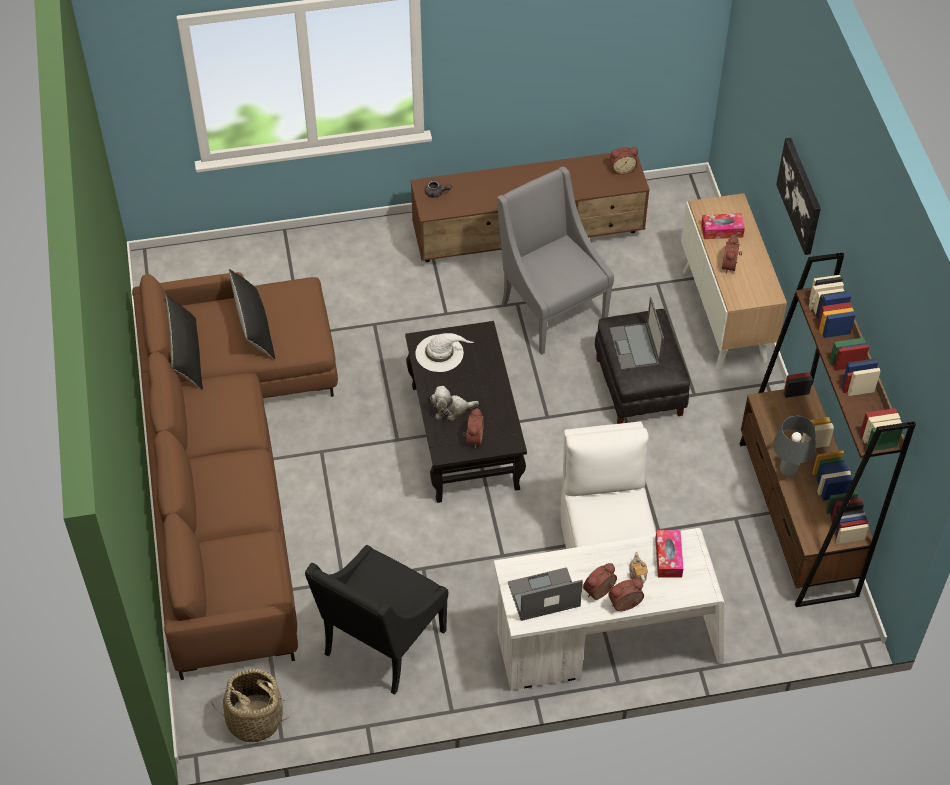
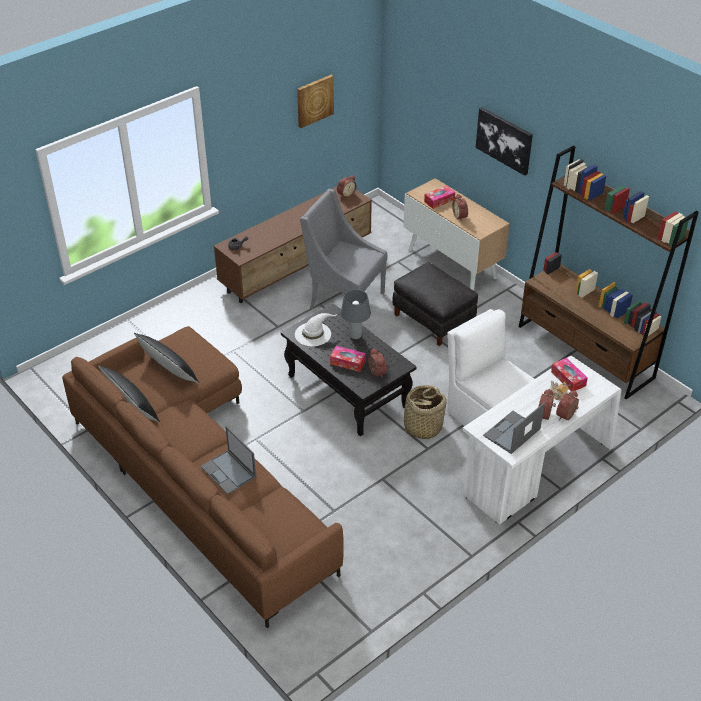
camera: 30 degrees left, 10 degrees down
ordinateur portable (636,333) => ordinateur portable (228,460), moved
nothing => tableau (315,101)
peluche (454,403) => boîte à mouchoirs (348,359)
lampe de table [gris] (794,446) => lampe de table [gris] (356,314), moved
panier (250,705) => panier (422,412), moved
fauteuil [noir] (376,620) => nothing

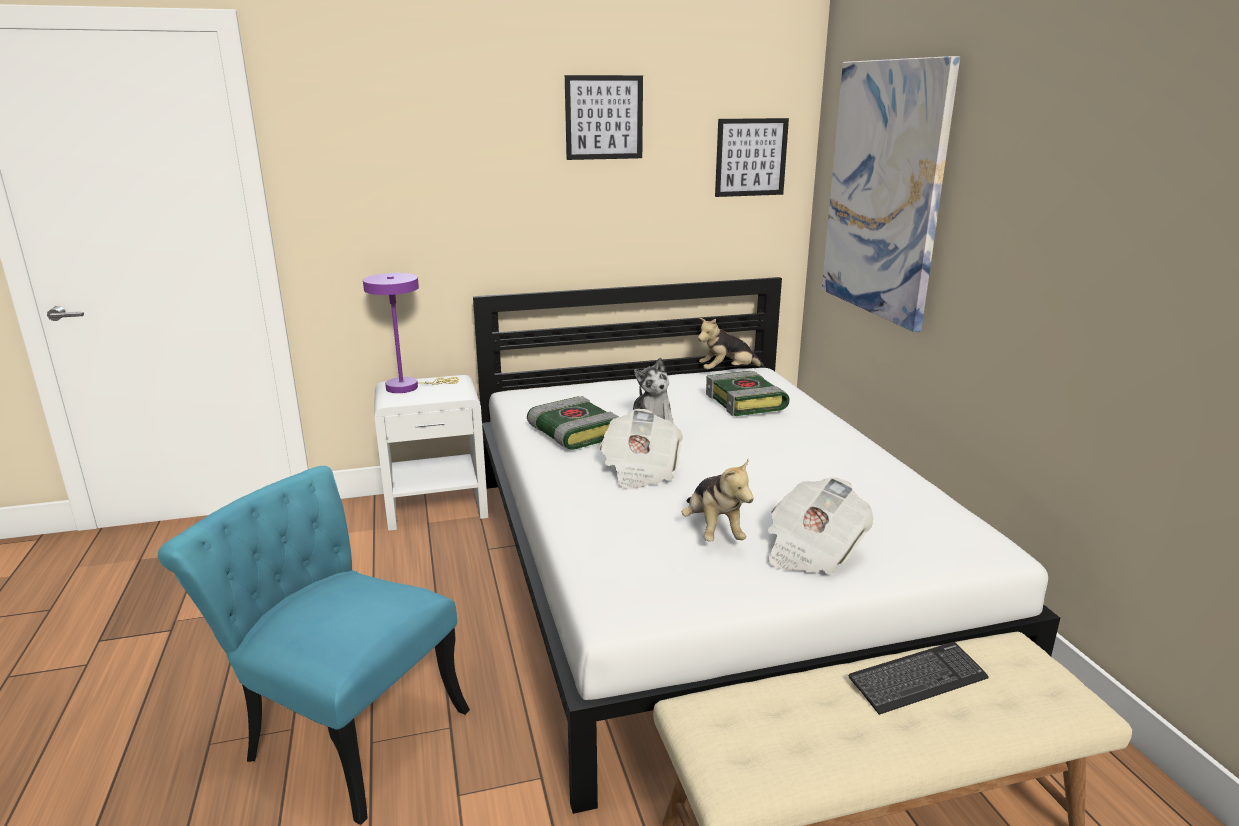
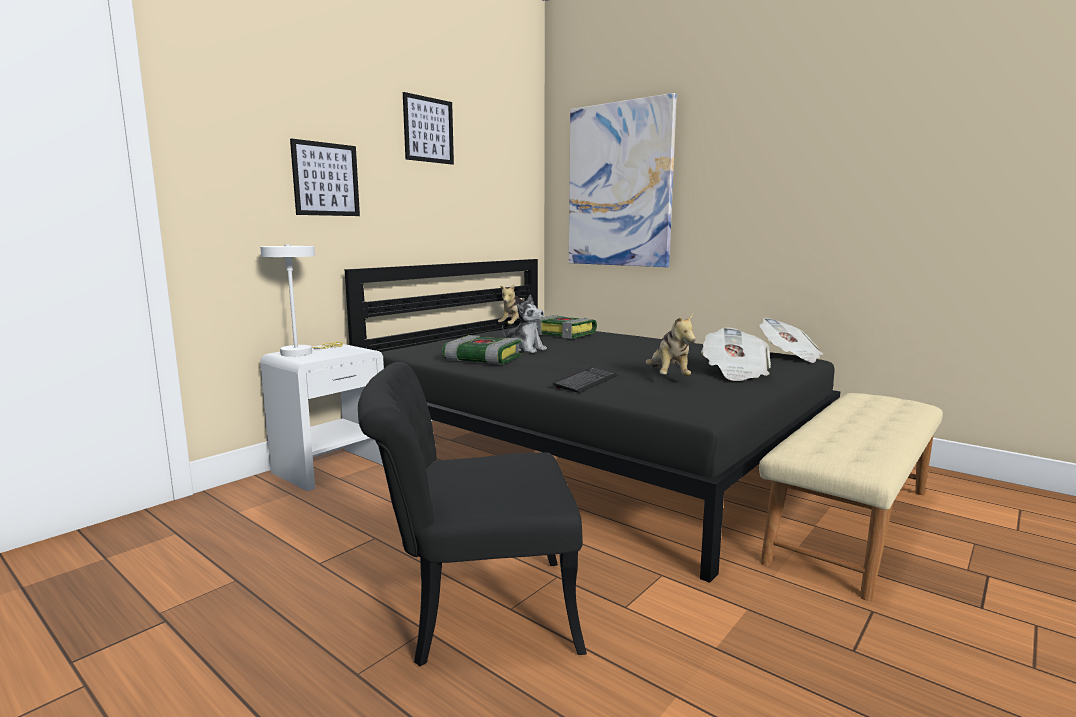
camera: 35 degrees left, 10 degrees down
lampe de table [violet] (411,333) => lampe de table [blanc] (301,300)
tableau (752,157) => tableau (325,177), moved
lit [blanc] (766,545) => lit [noir] (593,421)
chaise [turquoise] (314,645) => chaise [noir] (472,514)
clavier (919,678) => clavier (585,380), moved
peluche (718,500) => peluche (671,345), 45 degrees clockwise
journal (641,449) => journal (791,340), moved

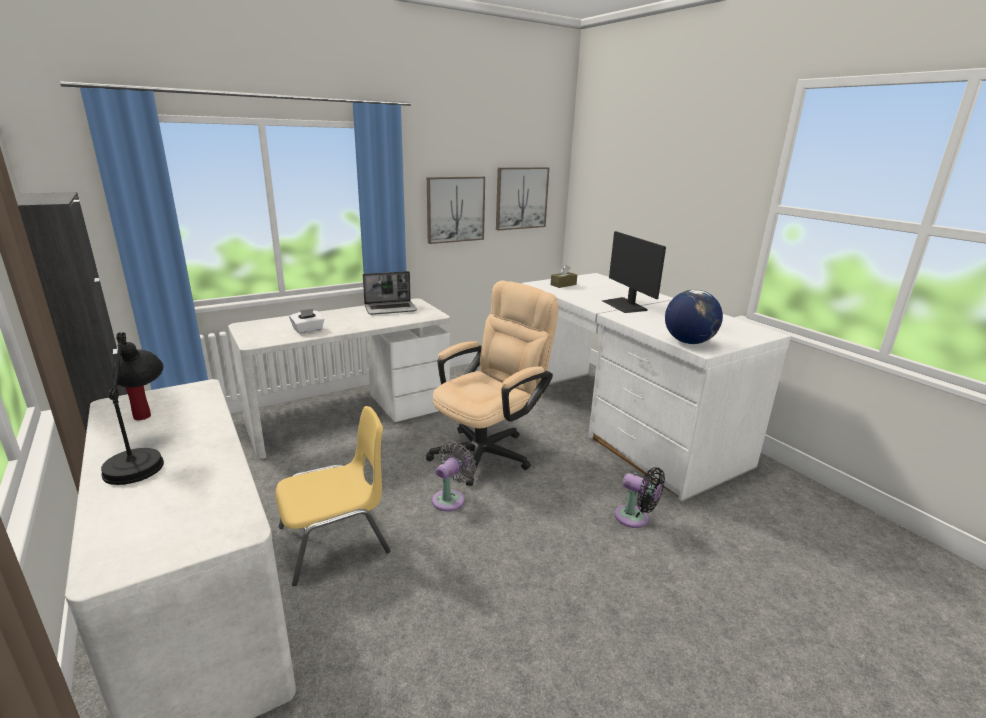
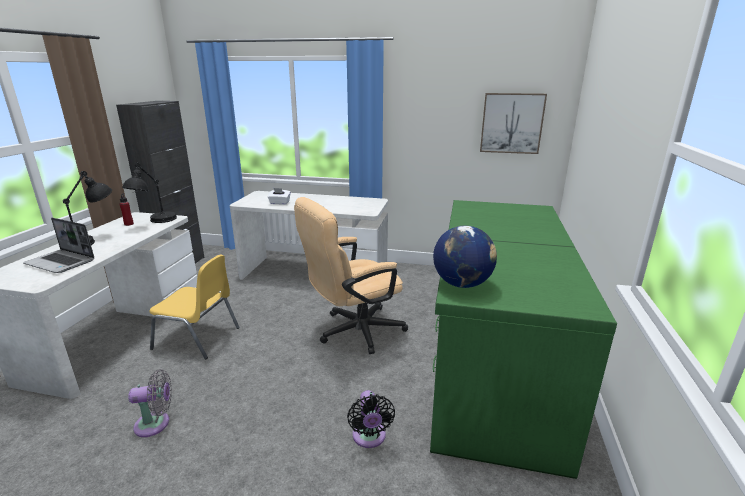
camera: 45 degrees right, 0 degrees up
ordinateur portable (390,293) => ordinateur portable (58,245), moved
nothing => lampe de table [noir] (149,193)
ventilateur [gris] (454,476) => ventilateur [gris] (150,403), moved
chaise de bureau [beige] (492,383) => chaise de bureau [beige] (351,275), 150 degrees clockwise
bureau [blanc] (656,387) => bureau [vert] (523,339)
tableau (456,210) => nothing
boîte à mouchoirs [marron] (564,276) => nothing
écran d'ordinateur (634,272) => nothing

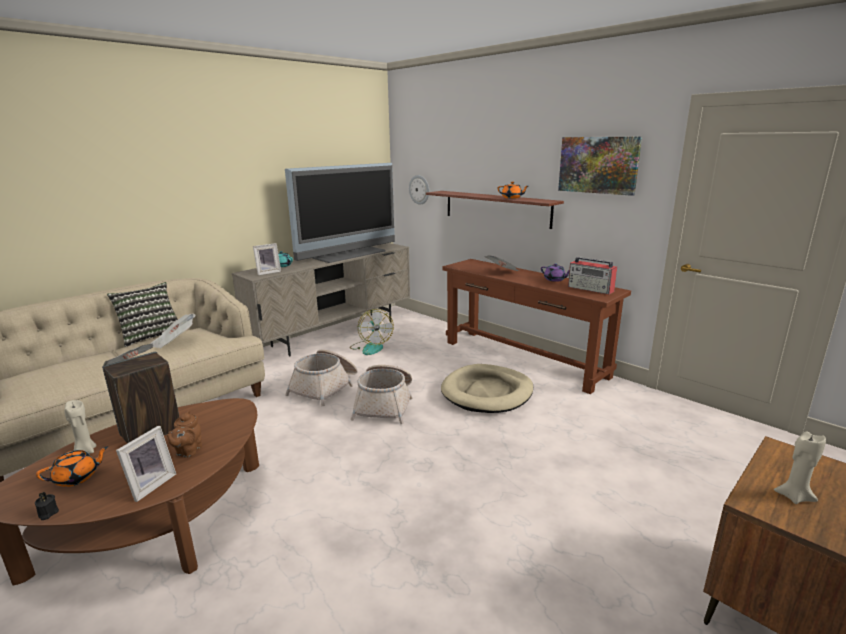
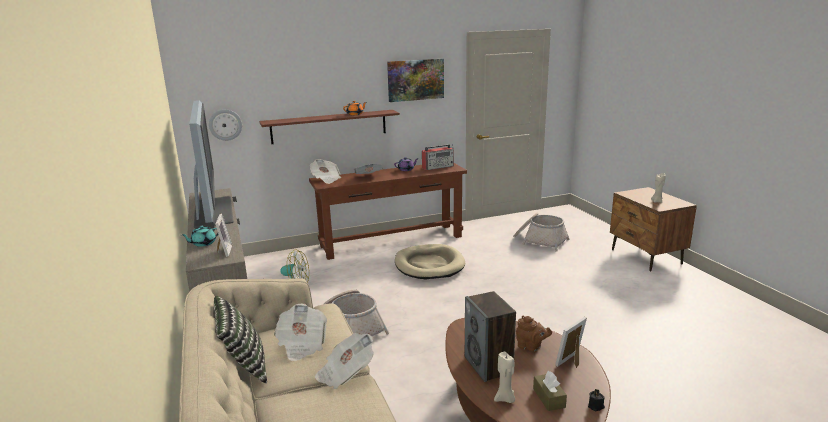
camera: 65 degrees left, 0 degrees up
nothing => journal (325,171)
panier (381,394) => panier (541,232), moved
théière [orange] (72,466) => boîte à mouchoirs [marron] (550,391)
cadre photo (146,464) => cadre photo (571,342), 90 degrees counterclockwise

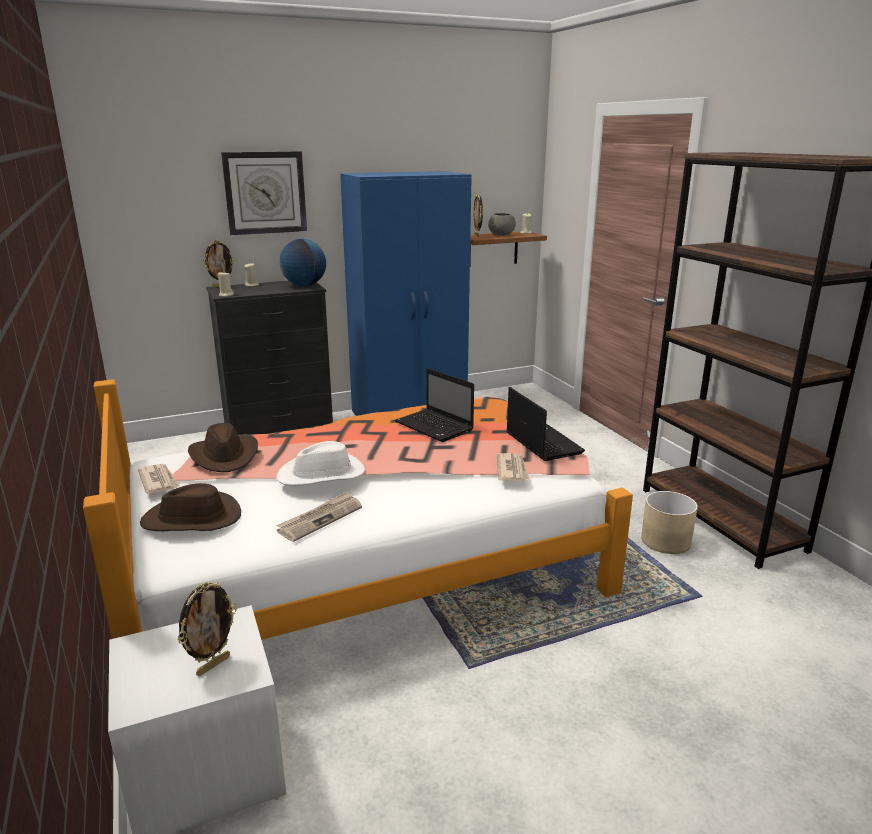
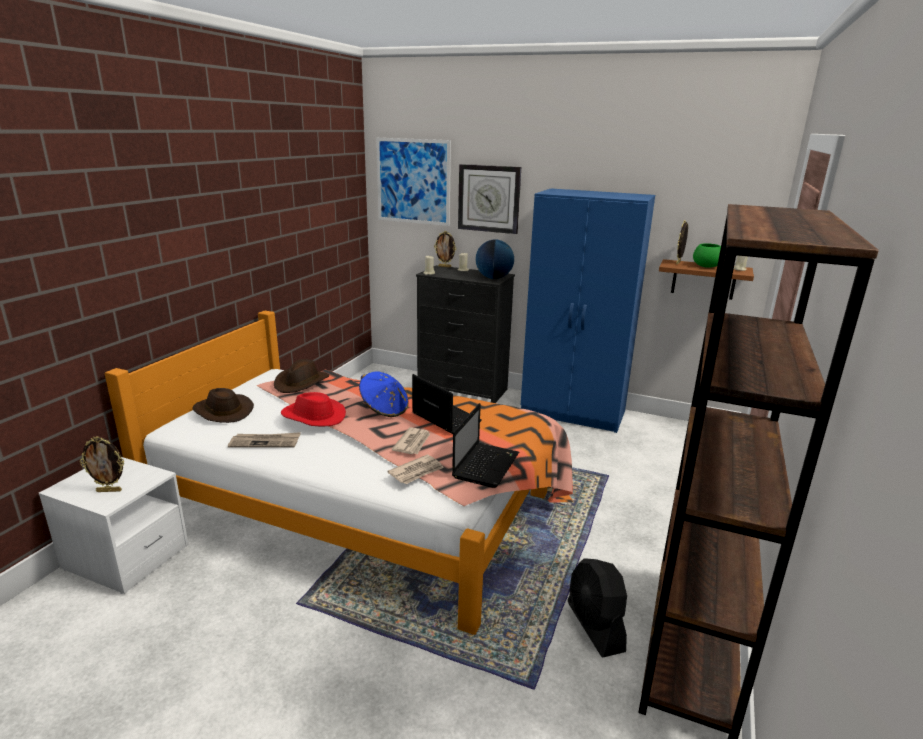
camera: 45 degrees right, 0 degrees up
chapeau [blanc] (320,463) => chapeau [rouge] (313,409)
nothing => chapeau [bleu] (384,394)
nothing => tableau (413,182)
journal (159,479) => journal (411,440), moved
ordinateur portable (434,405) => ordinateur portable (447,404), 135 degrees clockwise
cache-pot [beige] (669,522) => ventilateur [noir] (597,607)
bol [gris] (502,224) => bol [vert] (707,255)

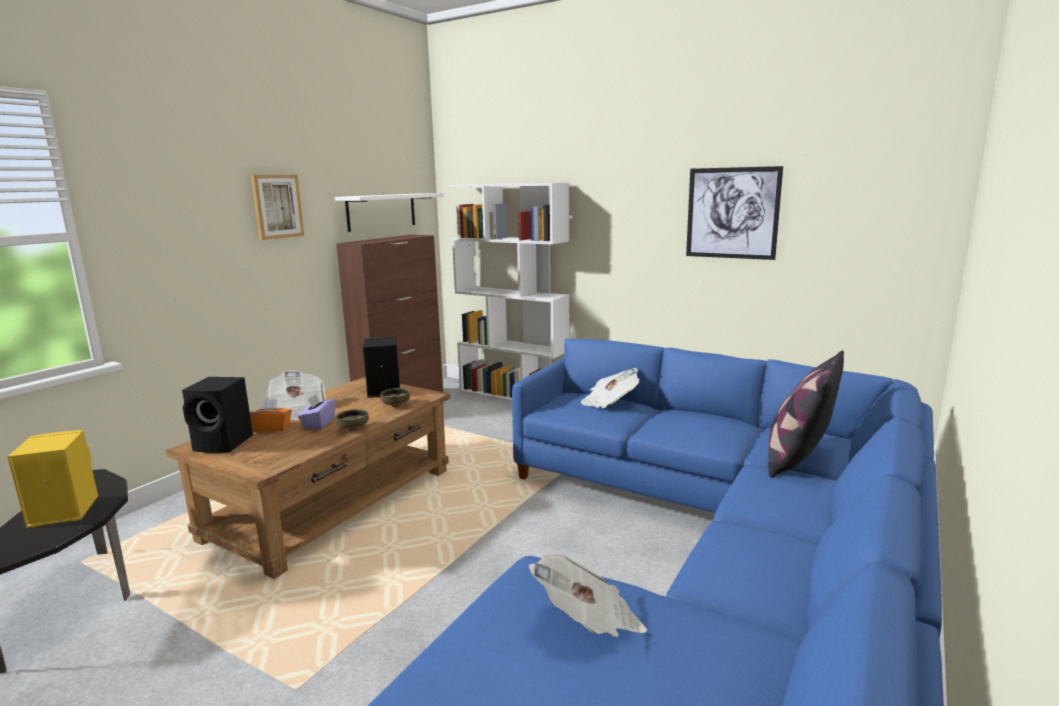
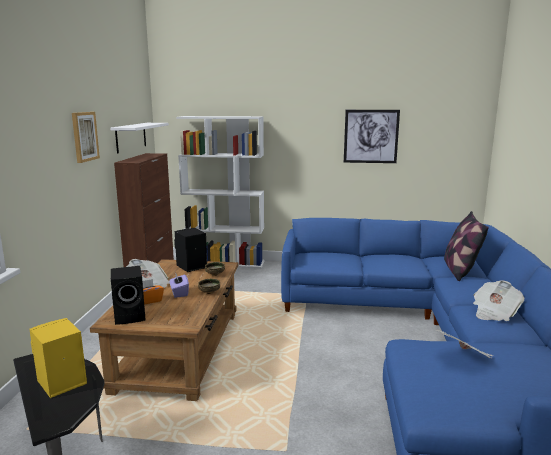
camera: 25 degrees left, 0 degrees up
journal (610,388) => journal (498,300), moved

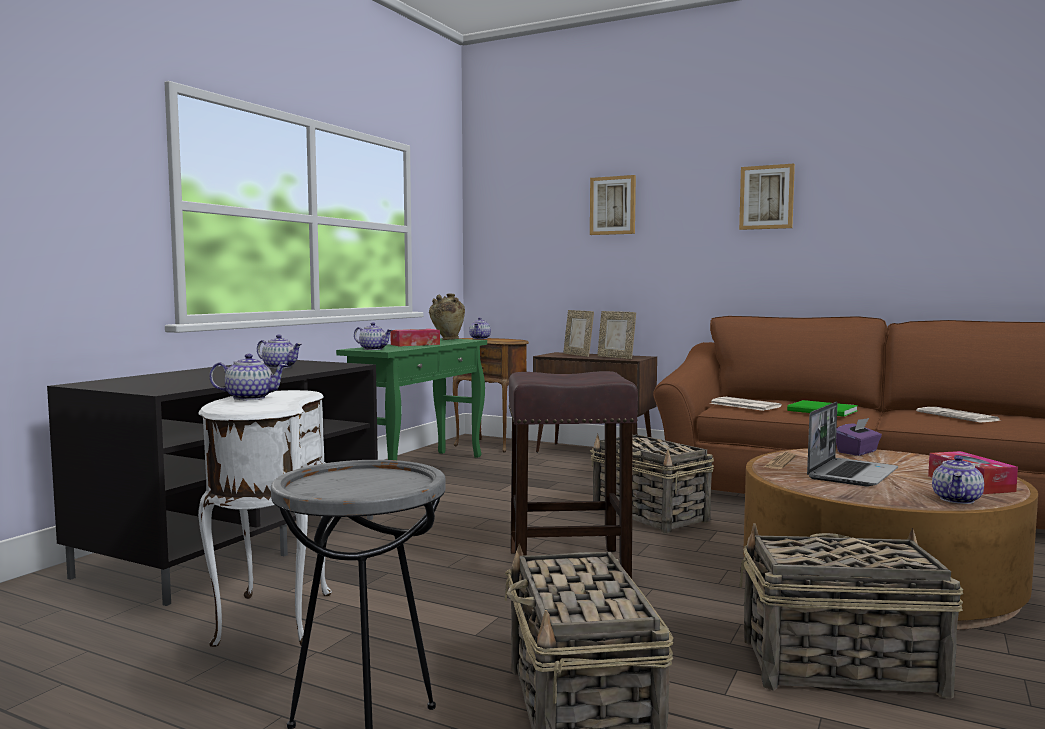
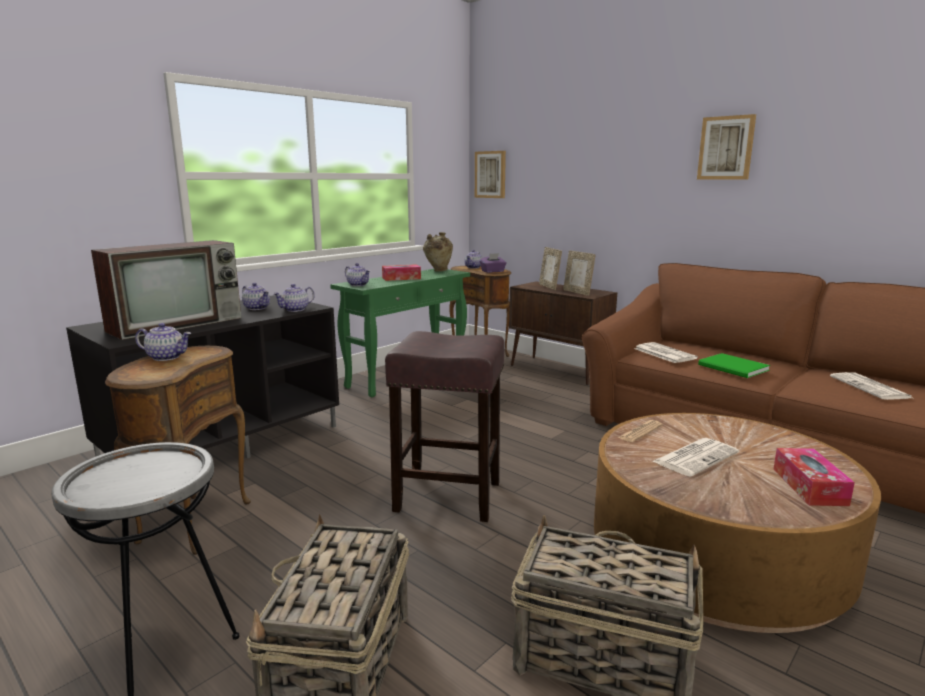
camera: 15 degrees right, 10 degrees up
nothing => téléviseur (166,290)
table d'appoint [blanc] (265,518) => table d'appoint [marron] (178,450)
théière (958,480) => théière (294,298), moved
tableau (613,205) => tableau (490,174), moved
boîte à mouchoirs [violet] (859,437) => boîte à mouchoirs [violet] (493,263), moved
ordinateur portable (852,444) => journal (695,457)
panier (652,483) => nothing

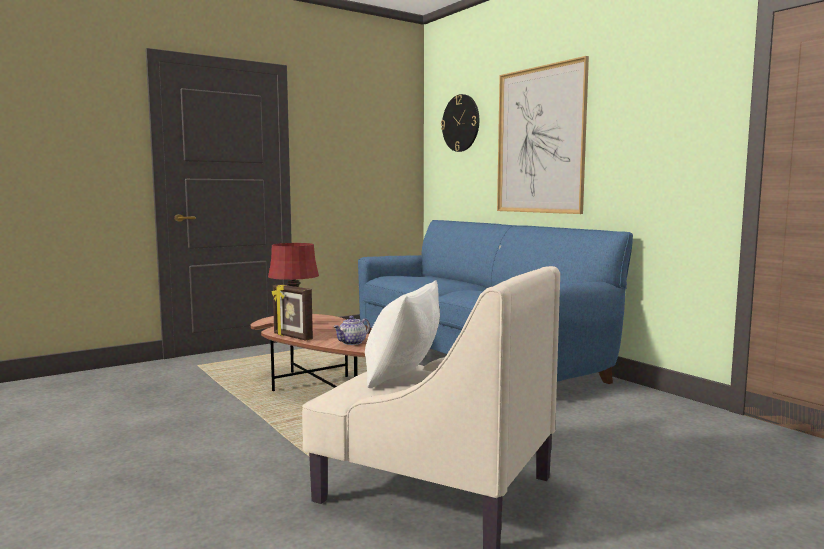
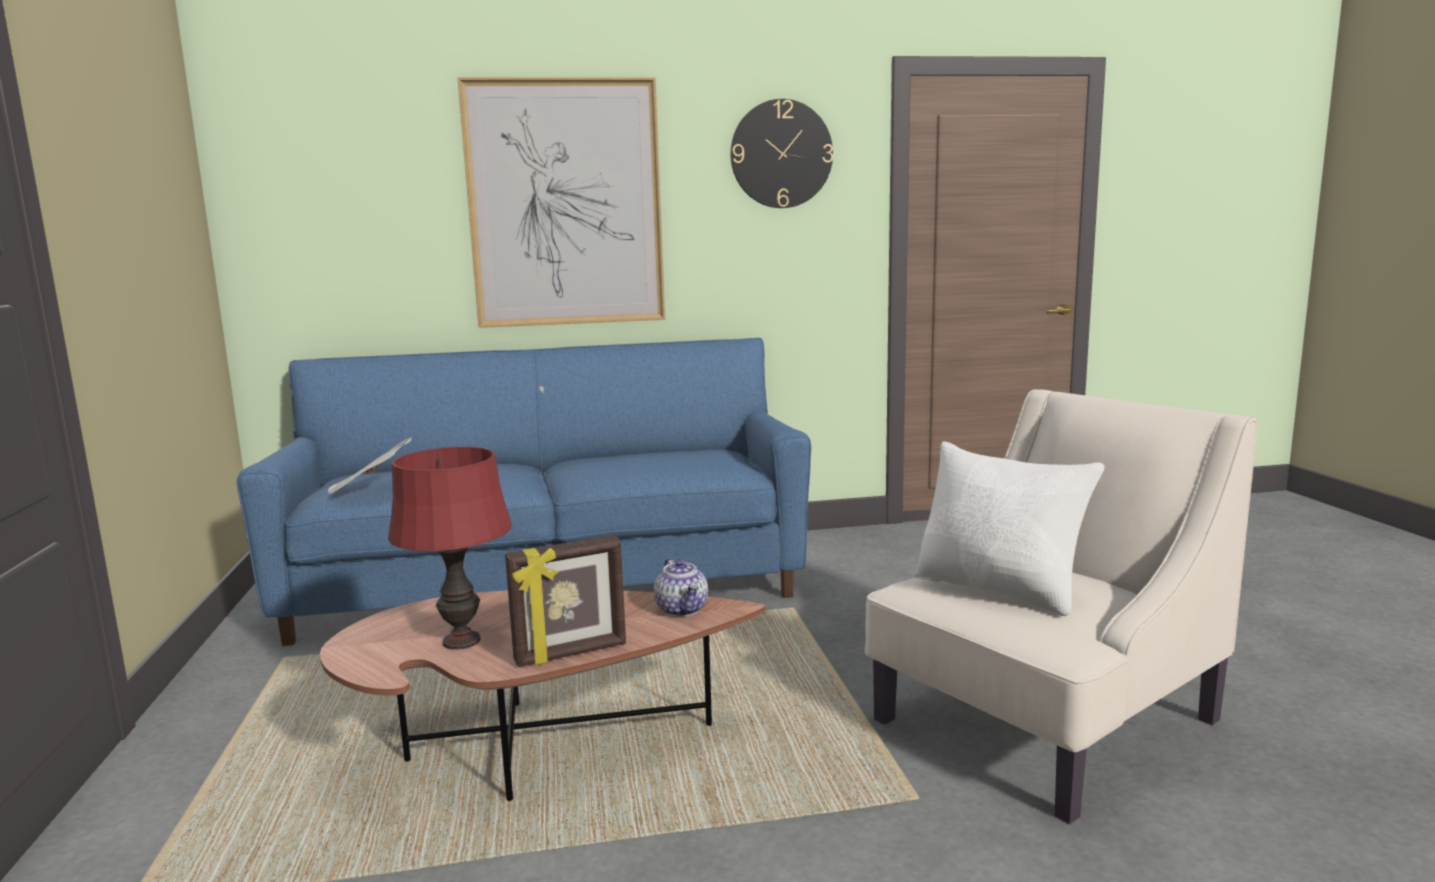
camera: 65 degrees left, 5 degrees up
nothing => journal (370,466)
horloge murale (460,123) => horloge murale (781,153), moved

